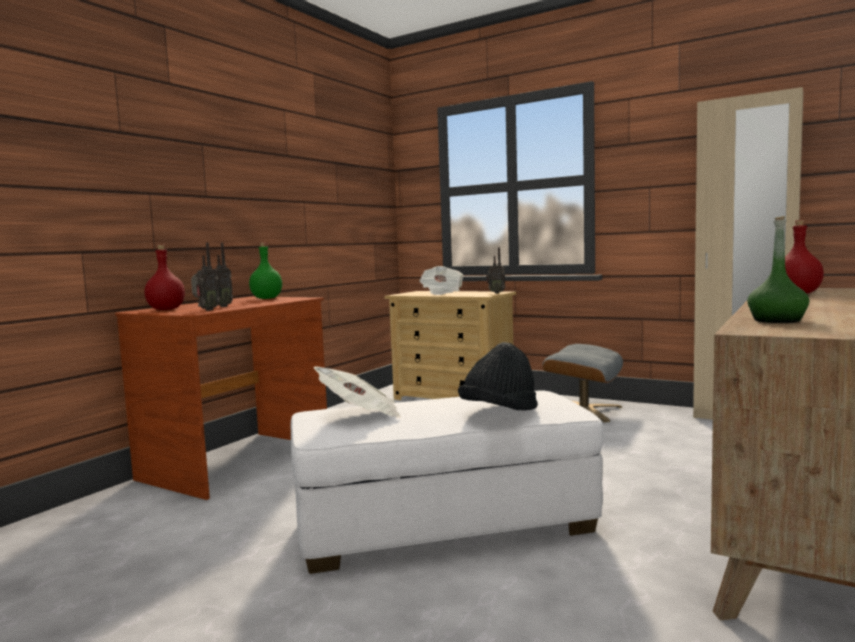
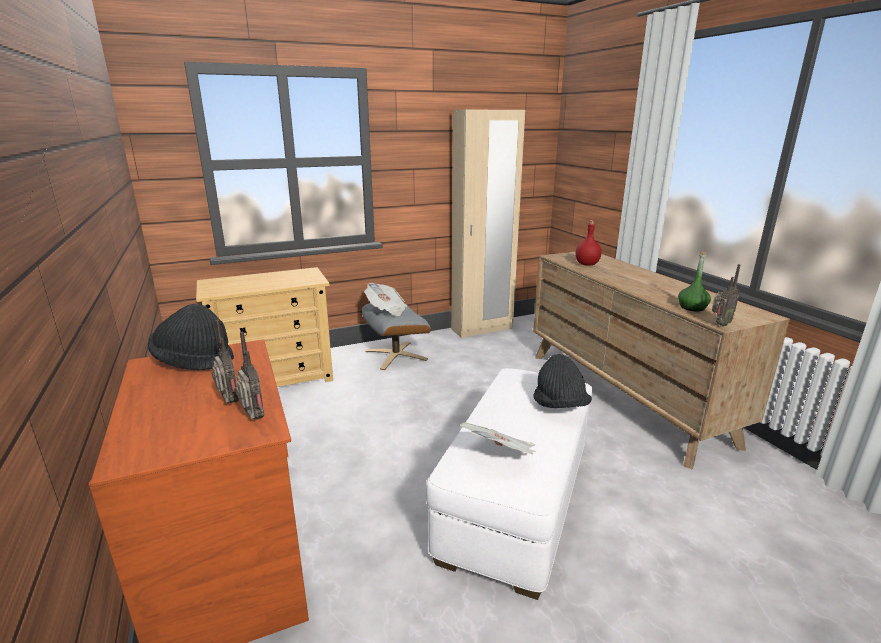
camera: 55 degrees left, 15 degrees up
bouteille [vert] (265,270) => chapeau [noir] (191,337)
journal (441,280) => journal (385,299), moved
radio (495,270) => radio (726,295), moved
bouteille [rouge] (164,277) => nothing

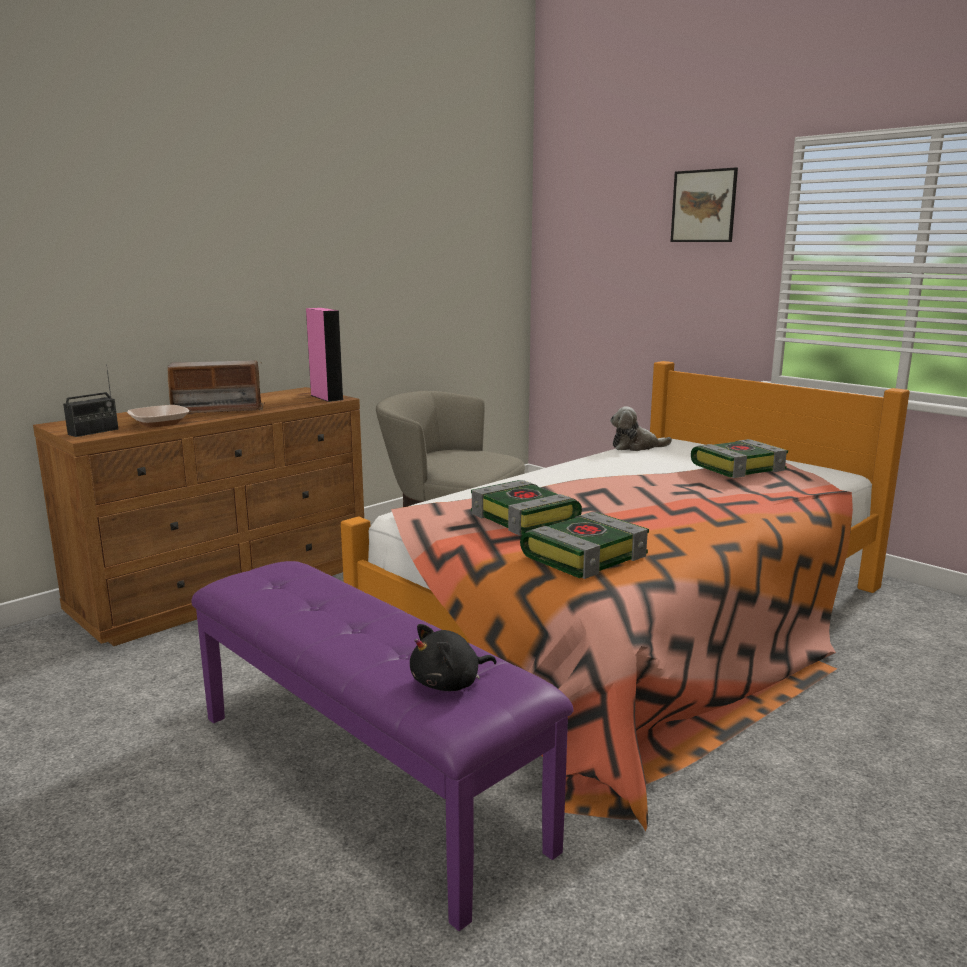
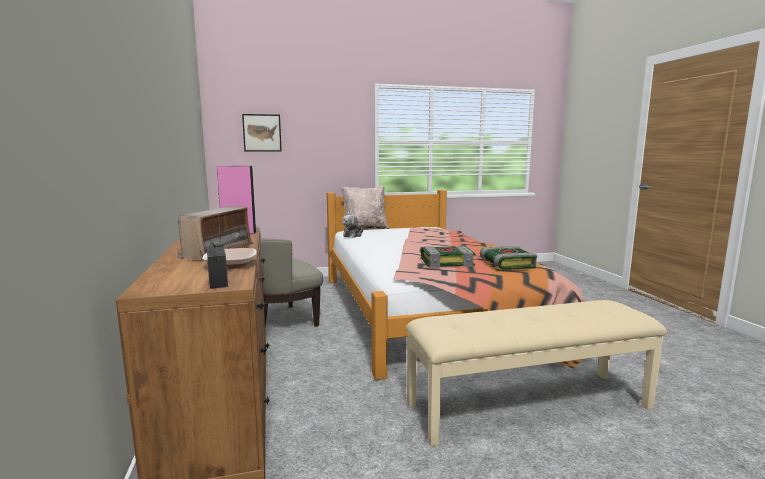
camera: 60 degrees left, 5 degrees down
tableau (704,205) => tableau (262,132), moved
nothing => coussin [beige] (365,208)
banc [violet] (382,746) => banc [beige] (536,373)
peluche [noir] (453,657) => nothing
livre (739,458) => nothing

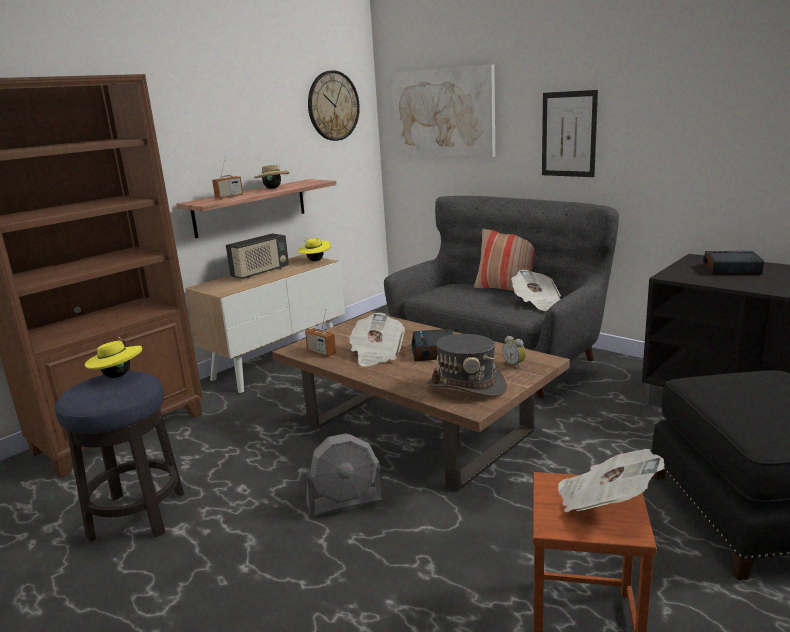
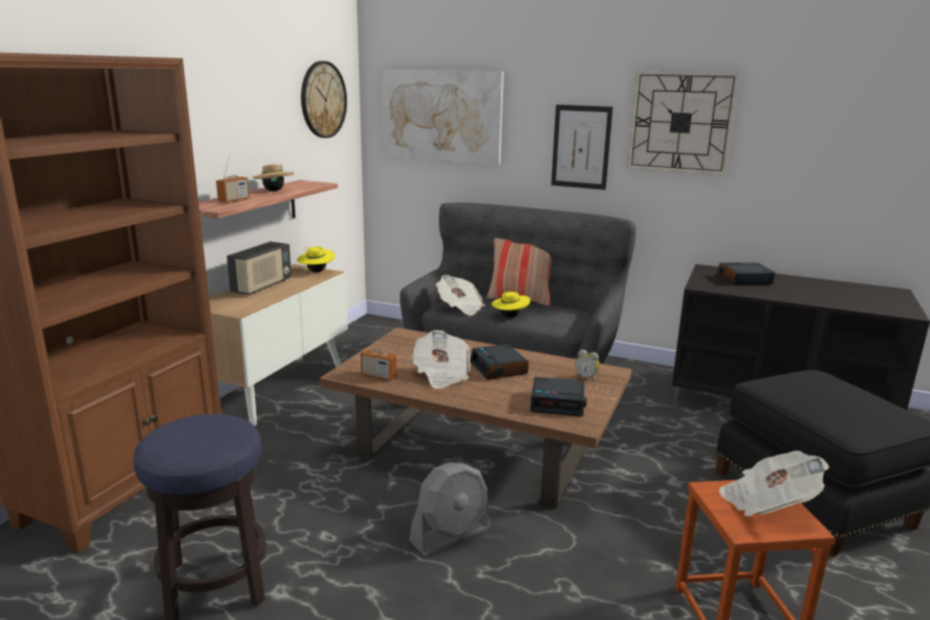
camera: 20 degrees left, 0 degrees up
journal (536,290) => journal (460,295), moved
chapeau [jaune] (113,357) => chapeau [jaune] (511,303), moved
chapeau [gris] (467,365) => réveil (558,397)
nothing => horloge murale (683,123)

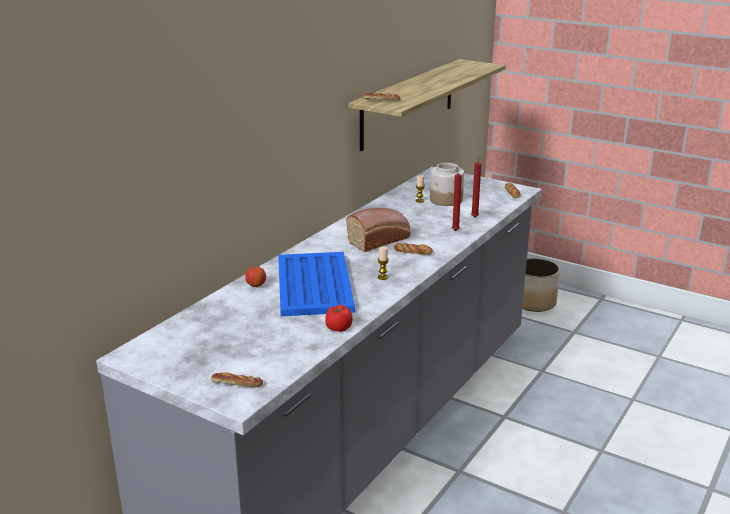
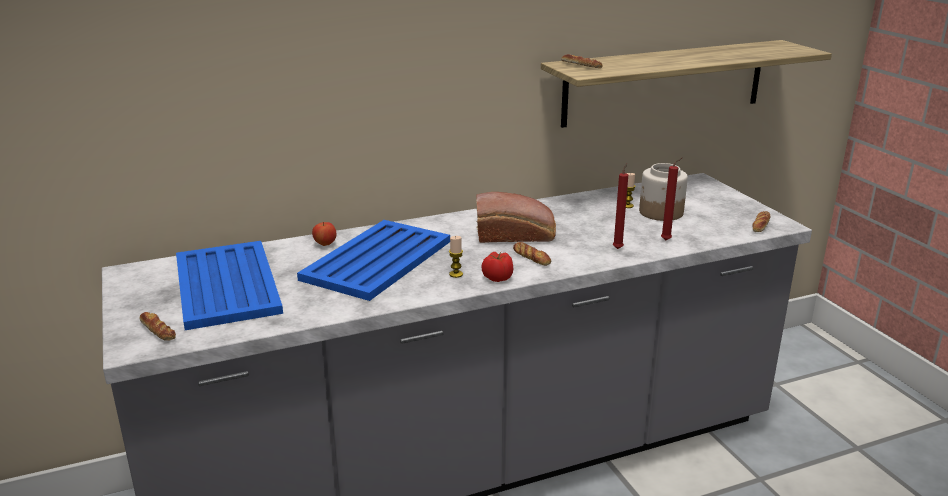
camera: 35 degrees right, 0 degrees up
nothing => plateau [bleu] (229,285)
tomate (339,318) => tomate (497,266), moved
cache-pot (541,285) => nothing

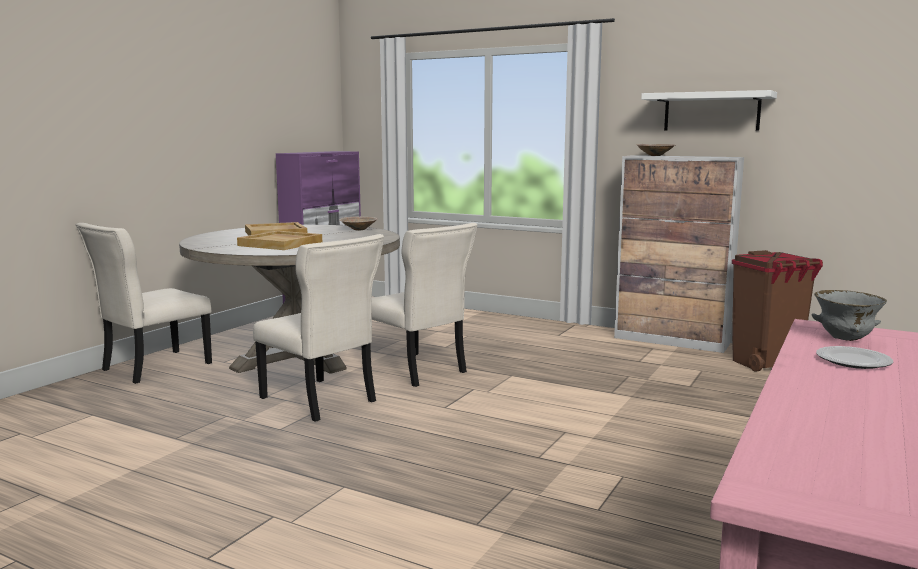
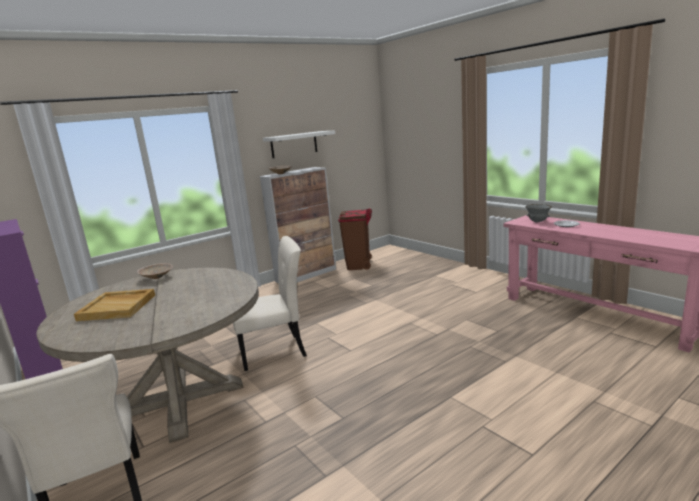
camera: 65 degrees left, 5 degrees up
plateau [beige] (279,240) => nothing
chaise [beige] (318,328) => nothing

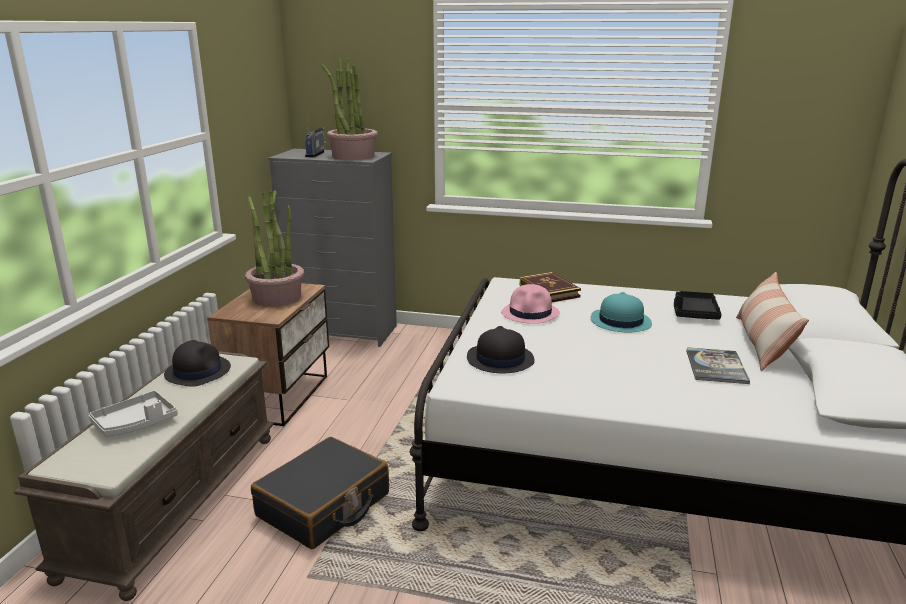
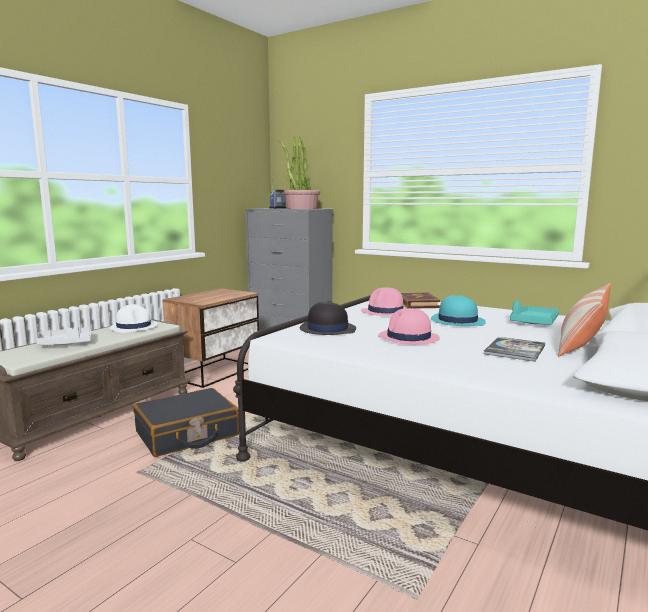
camera: 20 degrees right, 10 degrees down
chapeau [noir] (197,363) => chapeau [blanc] (134,318)
nothing => chapeau [rose] (409,326)
plateau [noir] (698,305) => plateau [turquoise] (534,313)
plante en pot (274,248) => nothing

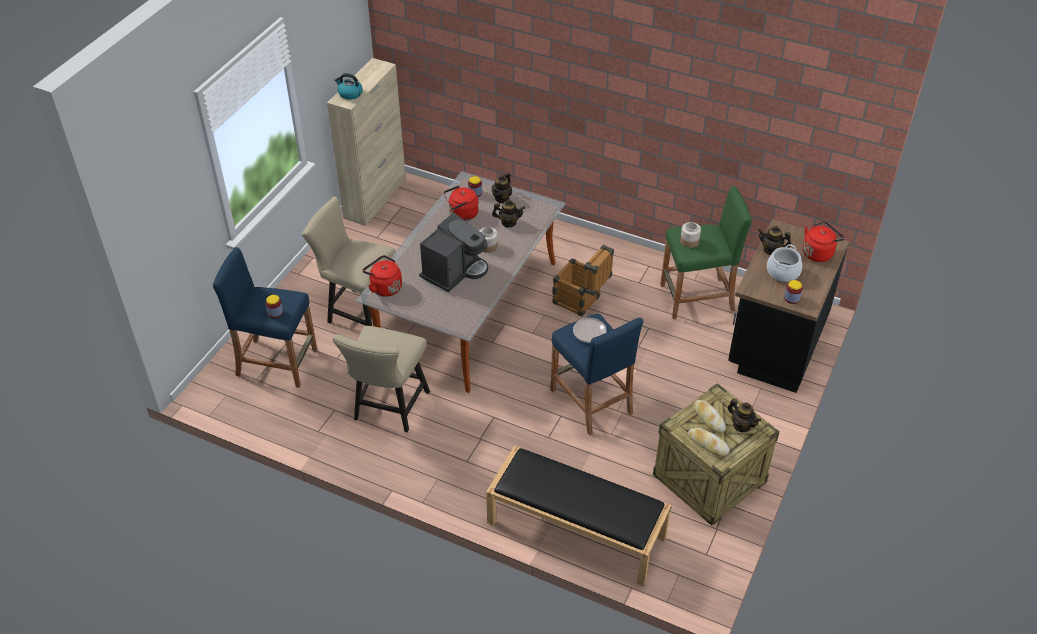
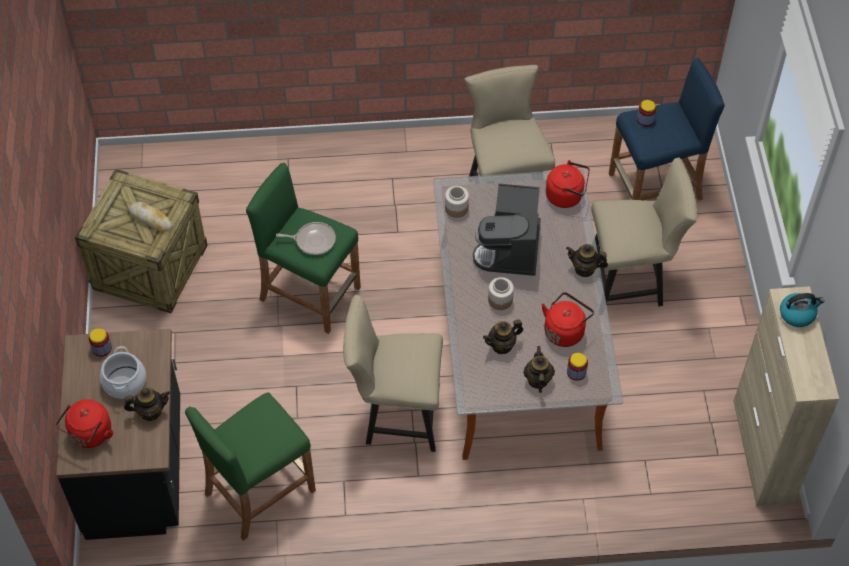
camera: 150 degrees right, 10 degrees up
tabouret [bleu] (597,374) => tabouret [vert] (303,248)
caisse (583,281) => chaise [beige] (393,373)
bocal (690,235) => bocal (457,202), moved
théière (744,415) => théière (587,260), moved
banc [noir] (579,516) => nothing
pain (708,442) => nothing

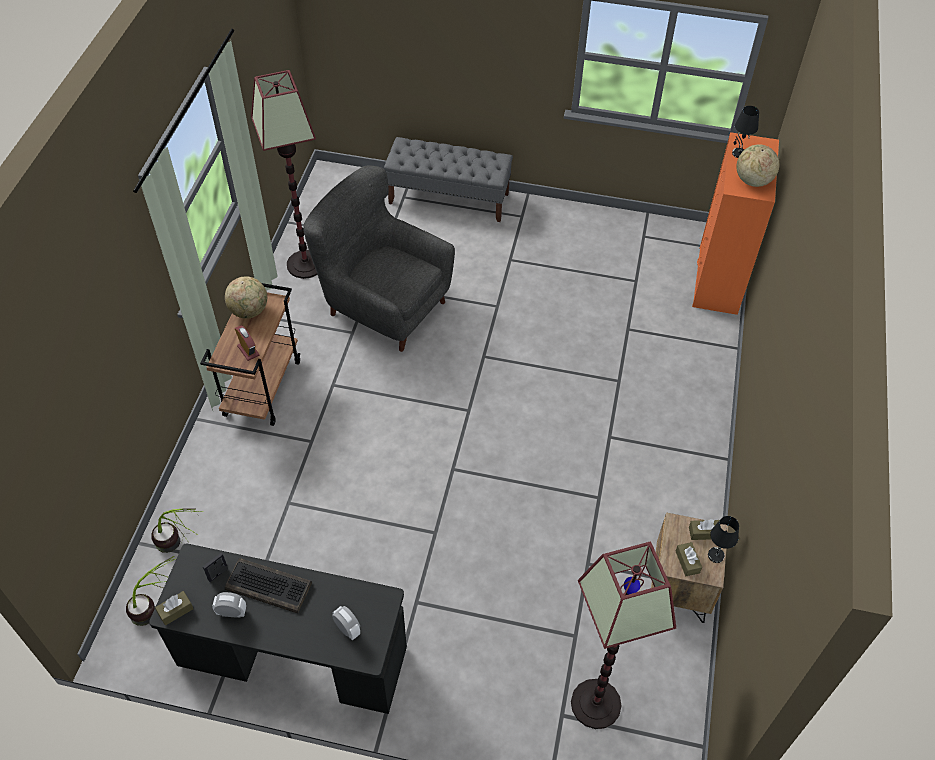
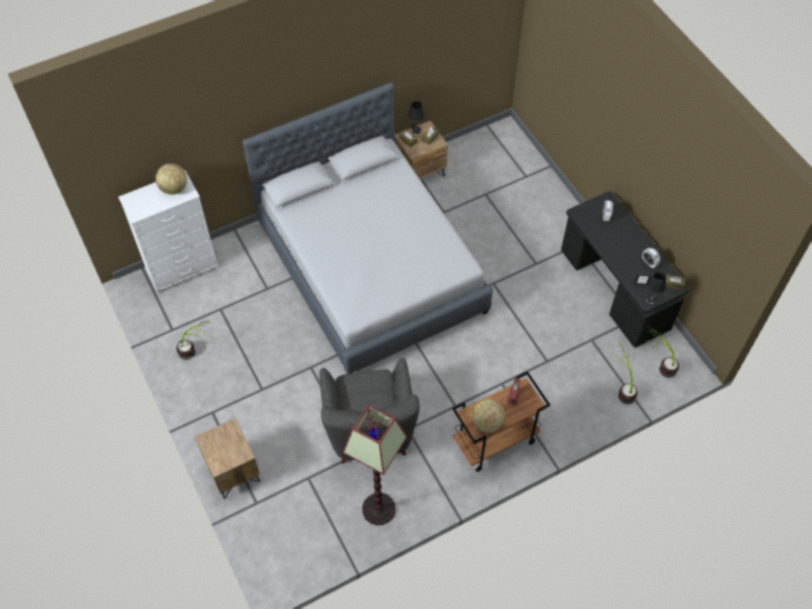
camera: 130 degrees left, 5 degrees up
commode [orange] (735,223) => commode [blanc] (168,232)
nothing => plante en pot (195,340)
banc [gris] (448,179) => table de chevet [marron] (227,458)
nothing => lit [gris] (368,228)
lampe de table [noir] (745,132) => lampe de table [noir] (656,288), moved
clavier (268,585) => nothing
lampadaire (623,635) => nothing

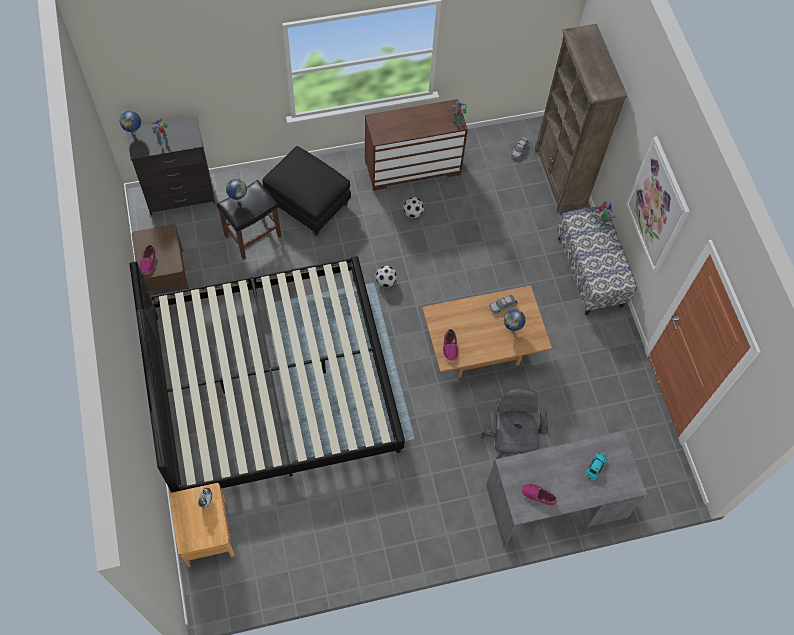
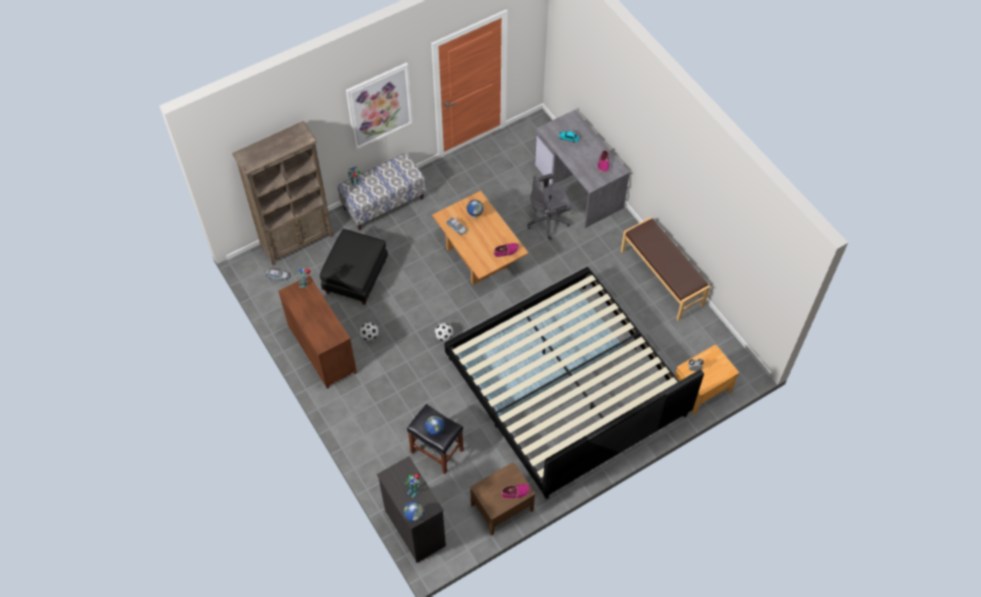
camera: 105 degrees left, 5 degrees down
pouf [noir] (306,191) => pouf [noir] (354,267), moved
nothing => banc [marron] (665,269)

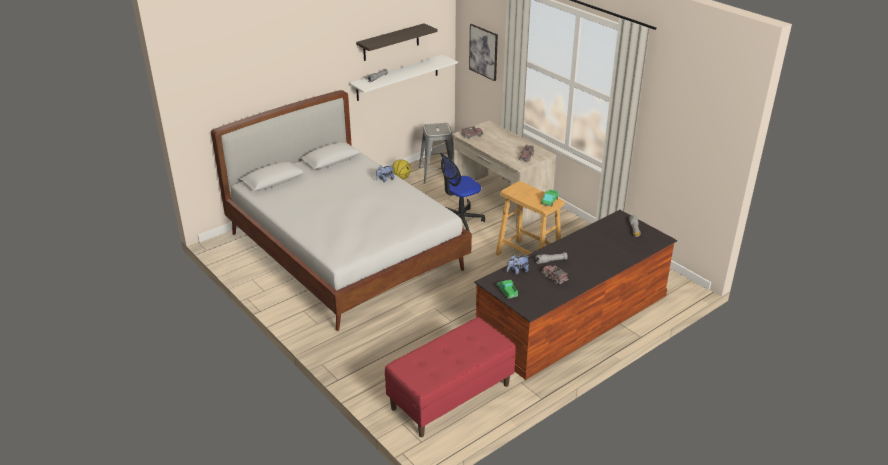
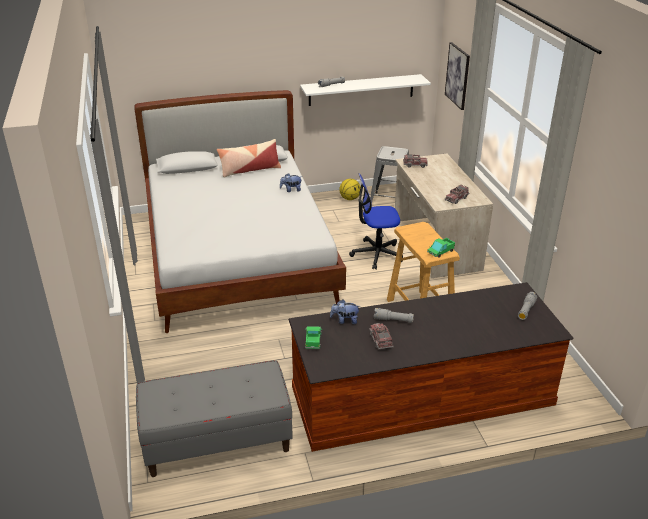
camera: 25 degrees right, 0 degrees up
banc [rouge] (450,377) => banc [gris] (214,418)
nothing => coussin (249,158)
étagère (397,42) => nothing

